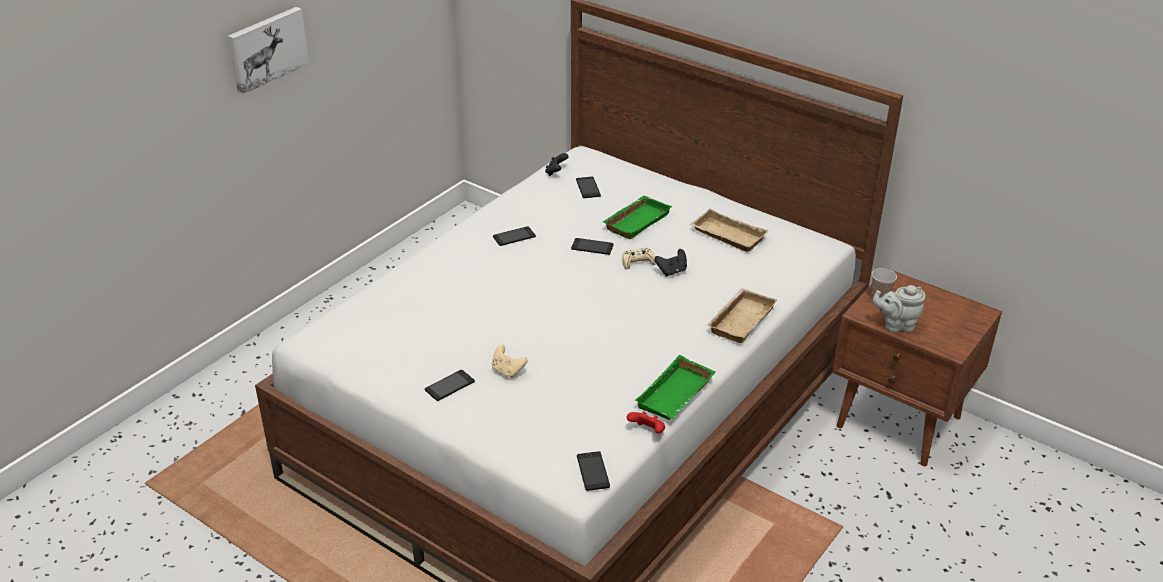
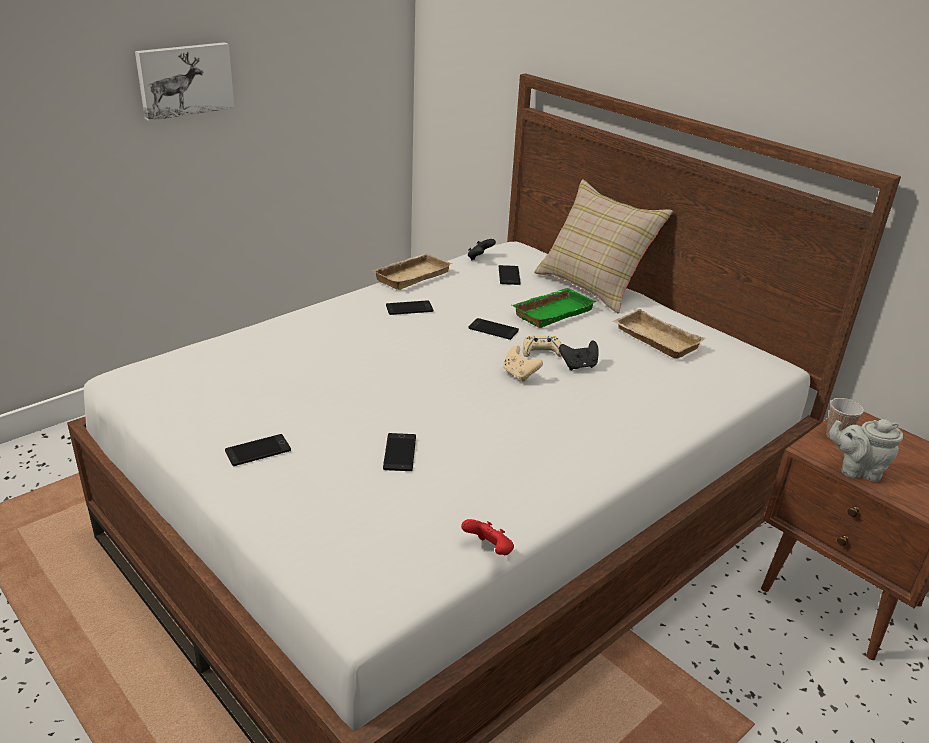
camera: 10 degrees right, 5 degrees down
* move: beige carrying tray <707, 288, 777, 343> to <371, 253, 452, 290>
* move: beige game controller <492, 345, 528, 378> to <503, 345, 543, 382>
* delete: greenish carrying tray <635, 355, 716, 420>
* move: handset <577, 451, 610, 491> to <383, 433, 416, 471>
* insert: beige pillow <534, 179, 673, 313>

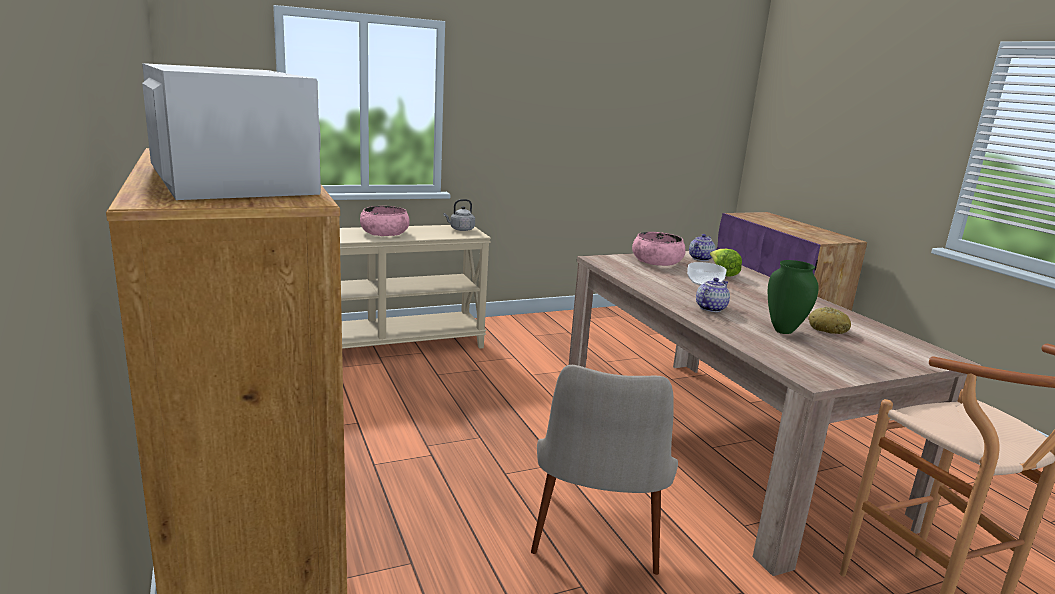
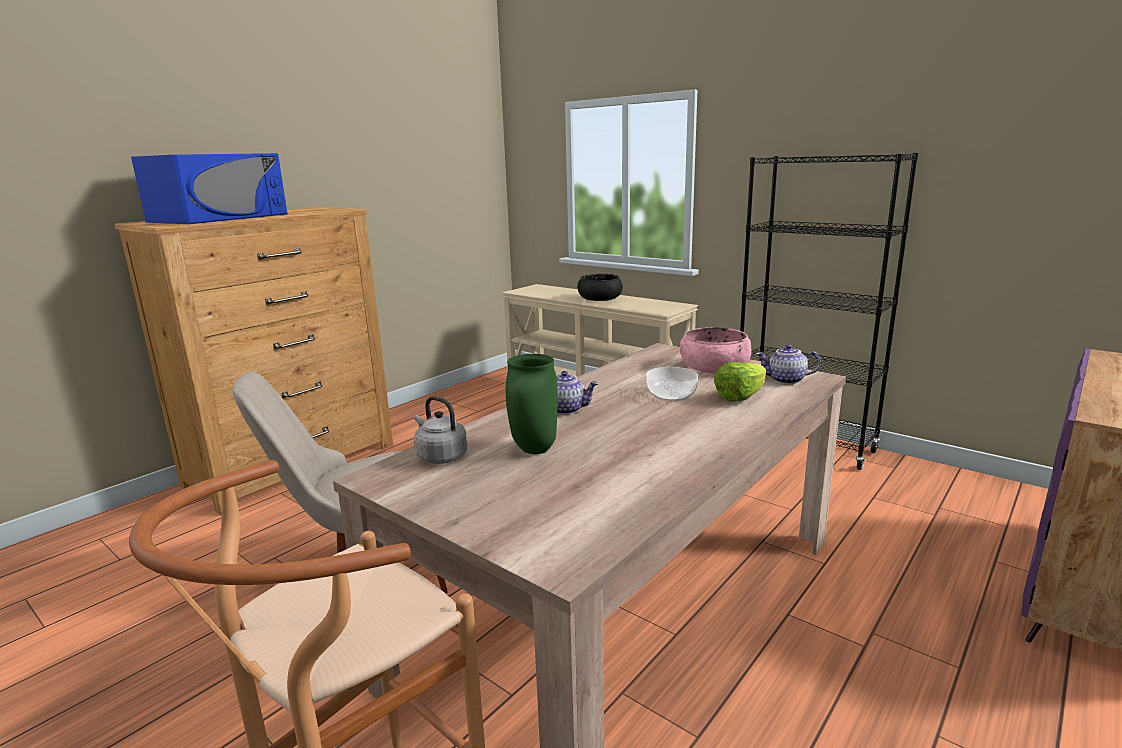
camera: 65 degrees right, 0 degrees up
* recolor: whitish microwave <142, 63, 321, 200> to blue-coloured microwave <131, 153, 288, 224>
* move: gray kettle <444, 199, 475, 231> to <414, 396, 467, 464>
* recolor: pink-coloured deep dish <360, 206, 410, 236> to black deep dish <577, 274, 623, 301>
* delete: bread <808, 307, 851, 334>
* insert: black shelving unit <740, 153, 918, 470>

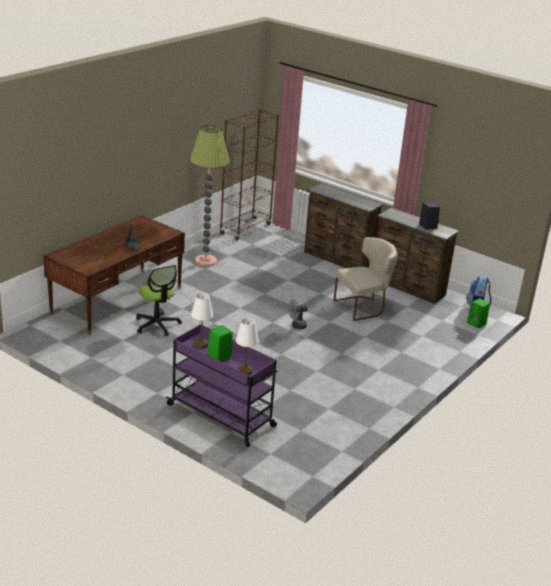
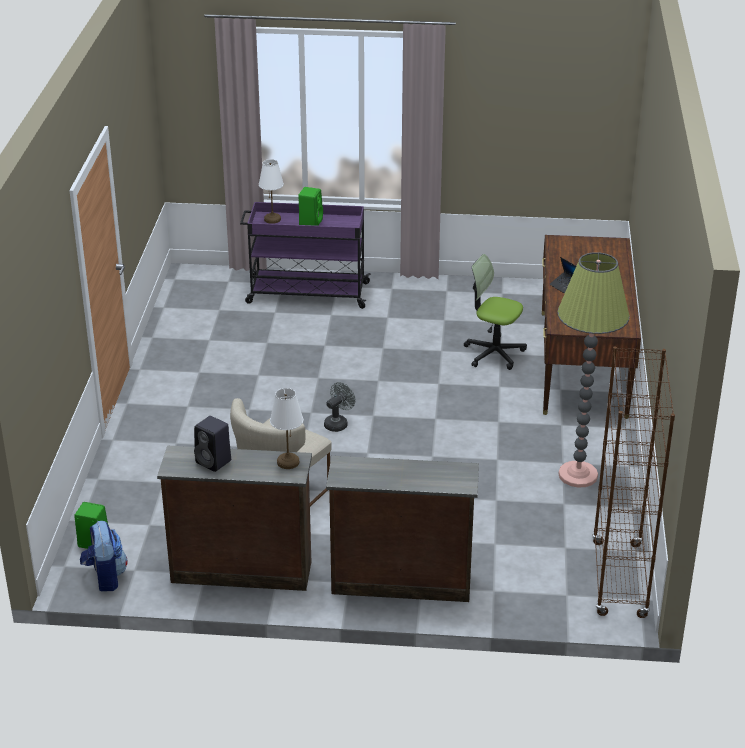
camera: 150 degrees right, 5 degrees up
* move: whitish table lamp <191, 293, 213, 348> to <270, 388, 303, 469>

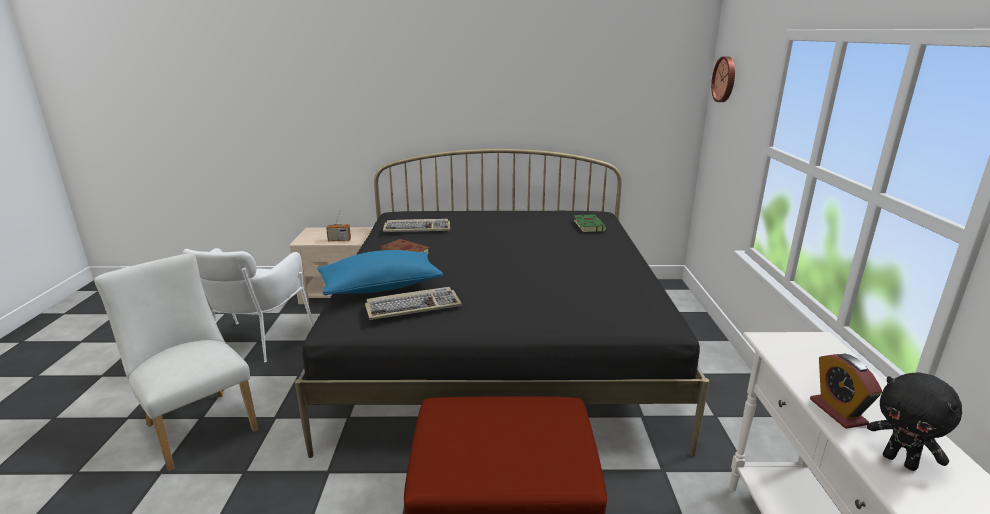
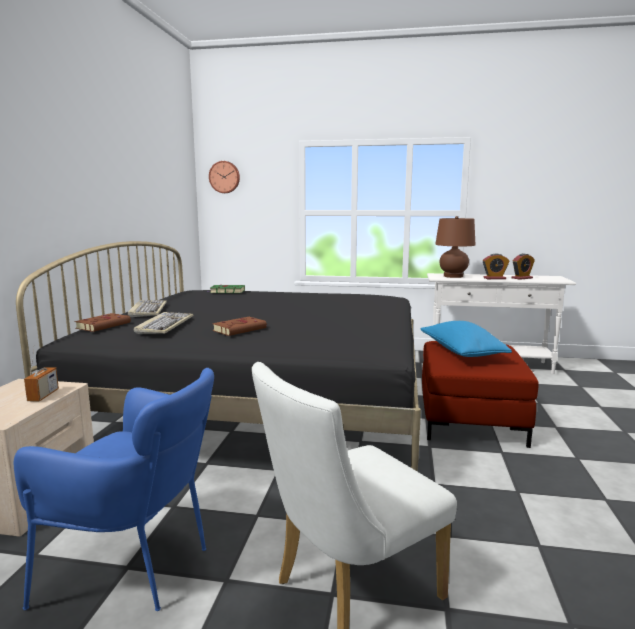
camera: 80 degrees left, 10 degrees down
* recolor: whitish armchair <183, 248, 314, 362> to blue-coloured armchair <14, 368, 214, 611>
* move: blue-coloured pillow <317, 250, 443, 295> to <420, 321, 512, 357>
* move: computer keyboard <365, 287, 462, 320> to <128, 300, 167, 317>
* replace: black cuddly toy <867, 372, 962, 471> to table clock <511, 253, 535, 280>
* insert: brown table lamp <435, 216, 476, 278>
* insert: brown volume <75, 313, 131, 332>

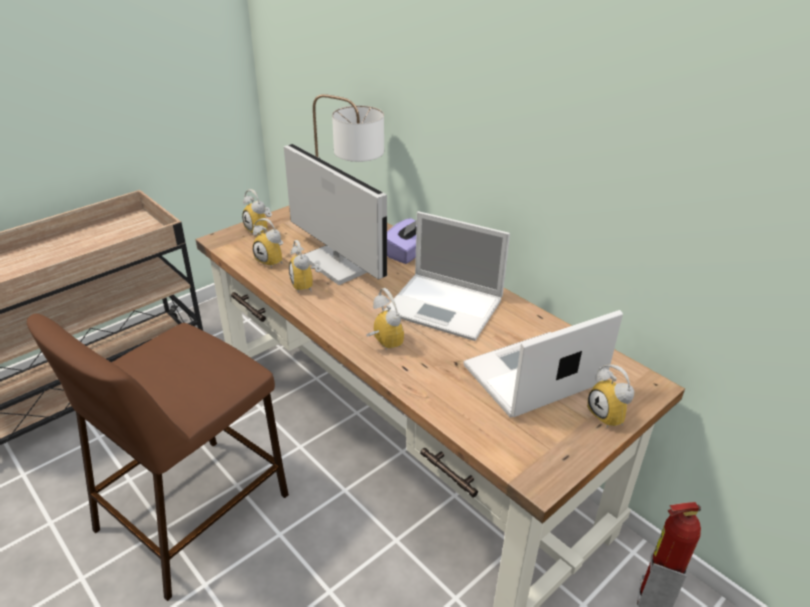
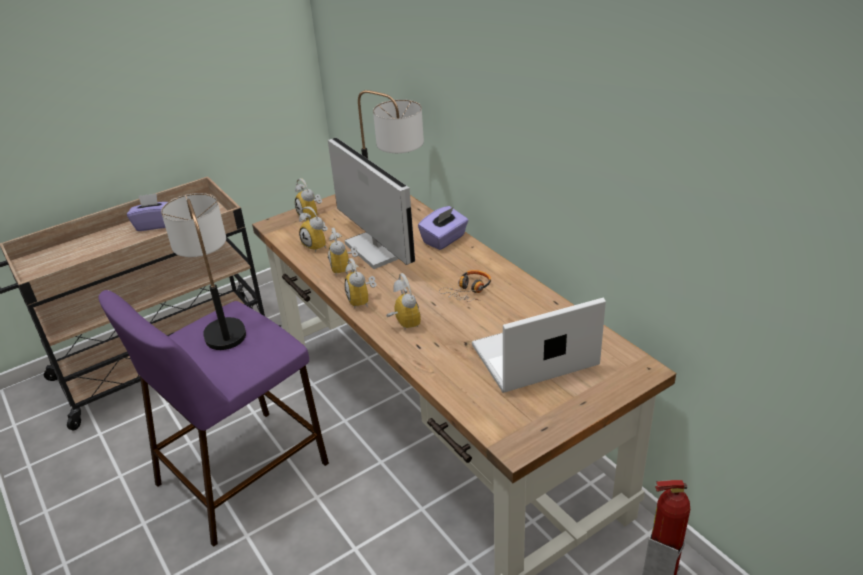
camera: 10 degrees right, 0 degrees up
* replace: laptop <384, 211, 510, 341> to headphones <439, 270, 491, 302>
* recolor: brown sitting stool <27, 313, 289, 601> to purple-coloured sitting stool <98, 290, 329, 547>
* move: table clock <587, 364, 634, 428> to <345, 258, 376, 308>
* insert: purple-coloured box of tissues <127, 193, 167, 231>
* insert: table lamp <161, 193, 246, 350>

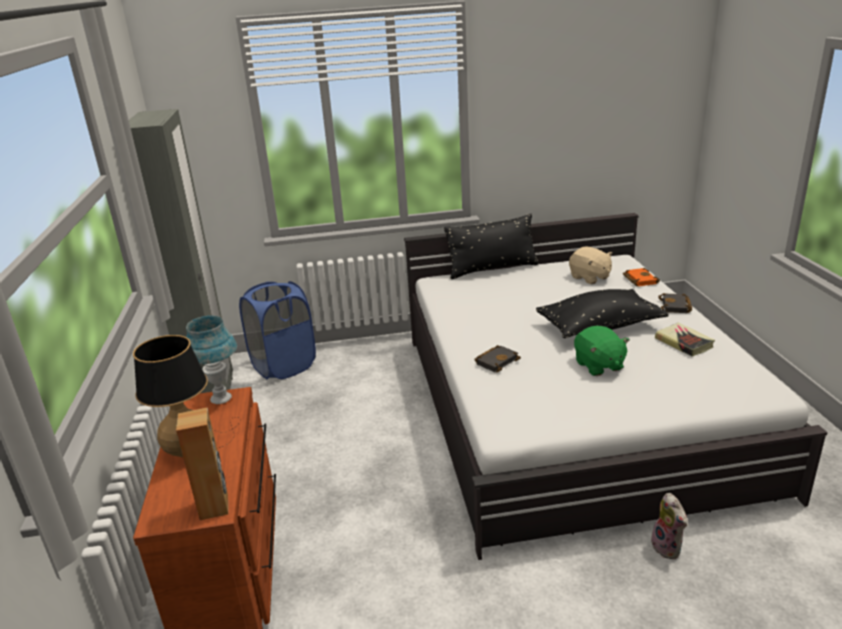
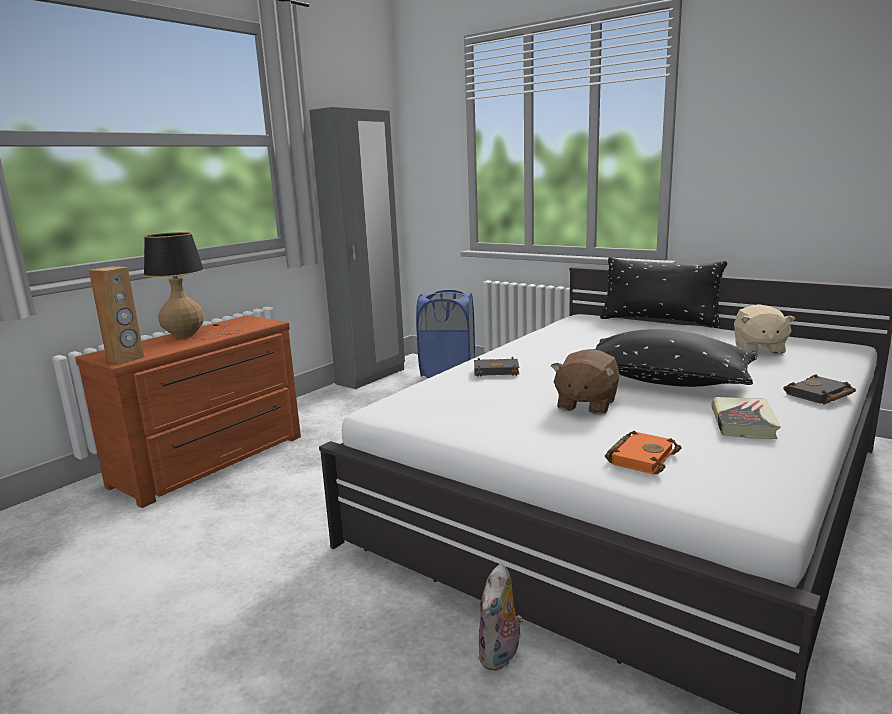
camera: 45 degrees right, 10 degrees down
* move: orangey volume <623, 268, 660, 286> to <605, 431, 681, 474>
* delete: blue-coloured table lamp <186, 315, 237, 404>
* recolor: greenish cuddly toy <574, 326, 629, 376> to brown cuddly toy <551, 349, 620, 415>

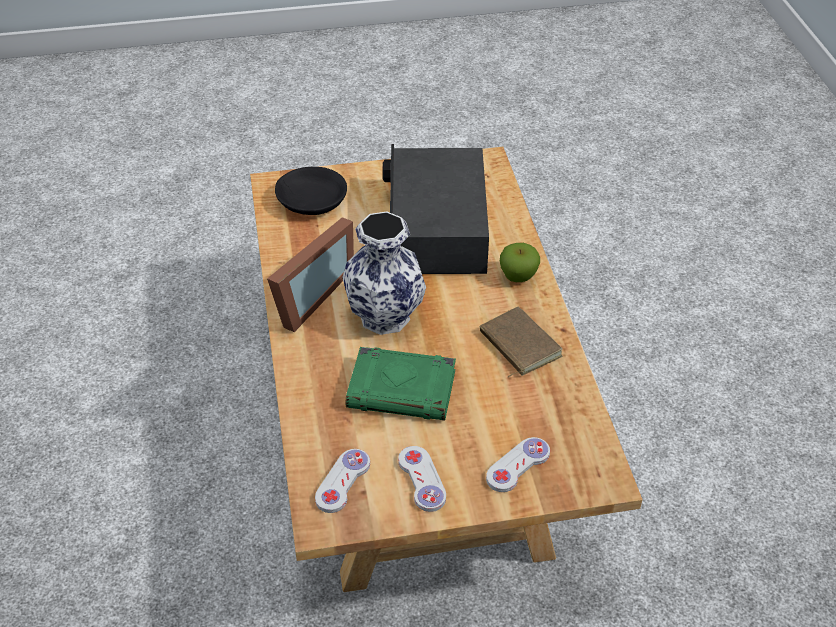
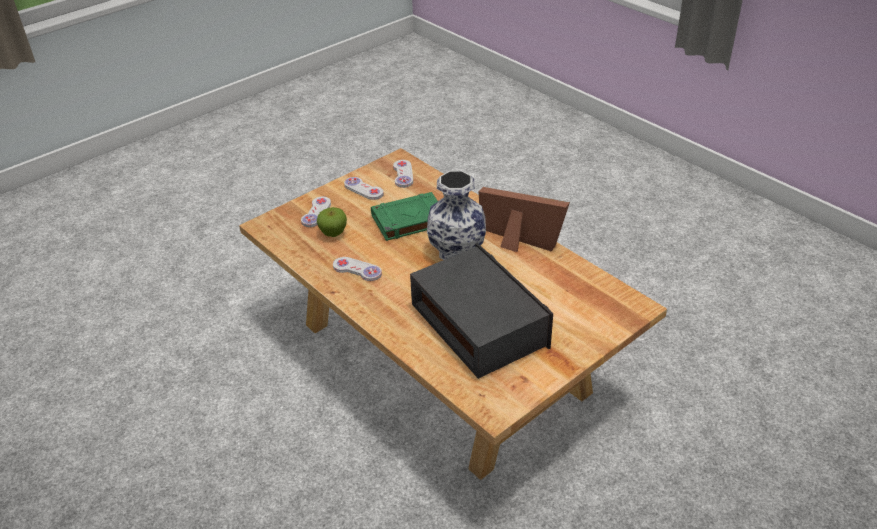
camera: 150 degrees right, 5 degrees down
* delete: black deep dish <275, 167, 347, 215>
* rotate: photo frame <267, 217, 354, 332> = <479, 187, 570, 252> 120 degrees clockwise
* move: whole apple <500, 243, 540, 282> to <317, 207, 347, 237>
* replace: brown volume <480, 307, 563, 378> to whitish game controller <333, 257, 382, 281>

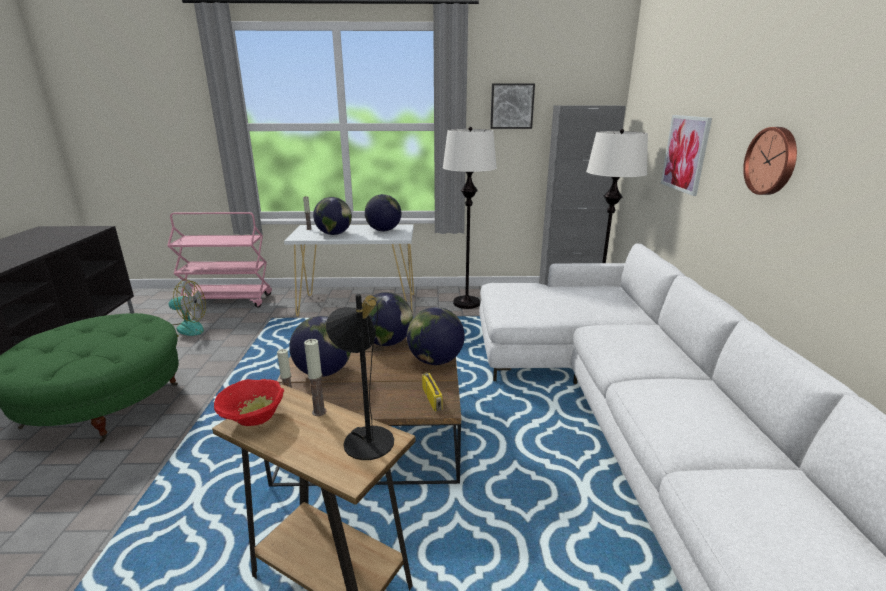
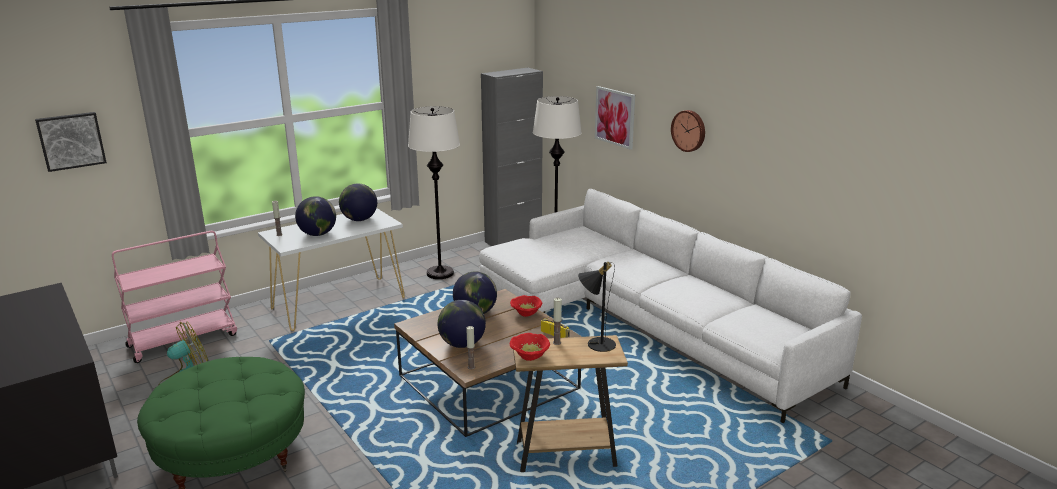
camera: 35 degrees left, 0 degrees up
* move: picture <490, 84, 535, 129> to <35, 112, 107, 172>
* replace: globe <407, 307, 465, 365> to red-coloured deep dish <510, 295, 543, 317>

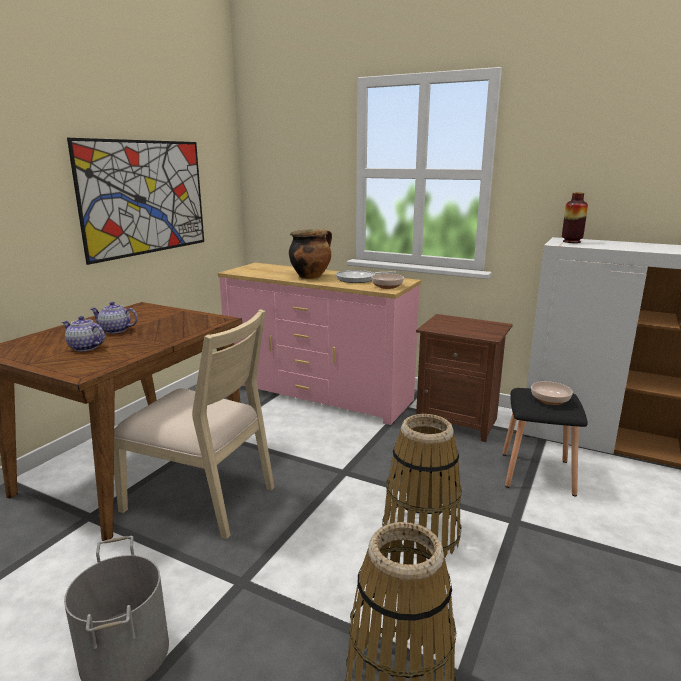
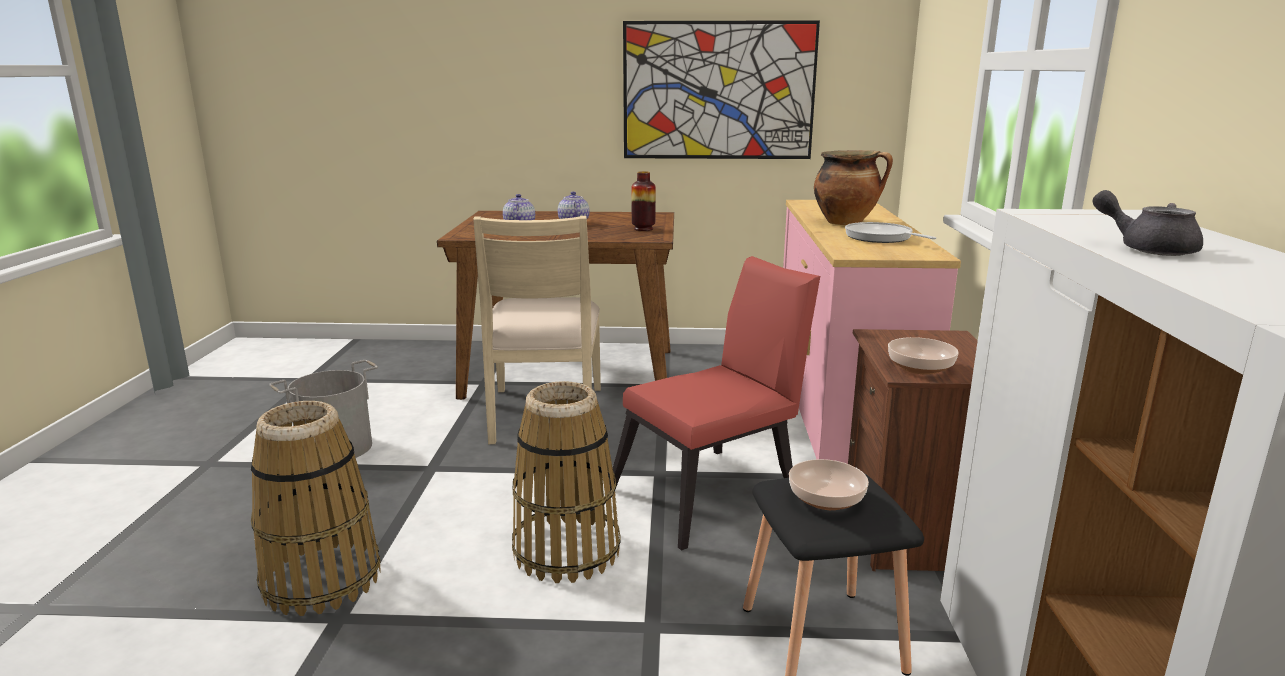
camera: 65 degrees right, 0 degrees up
* move: decorative vase <562, 192, 588, 243> to <631, 171, 656, 231>
* move: deep dish <372, 274, 404, 289> to <888, 337, 959, 375>
* insert: gray pot for tea <1092, 190, 1203, 256>
* insert: red-coloured upright chair <609, 256, 820, 550>

